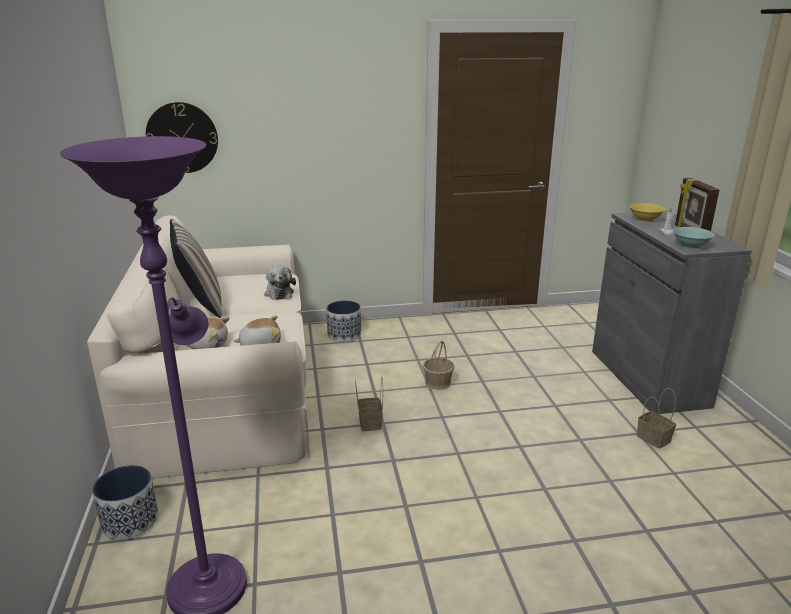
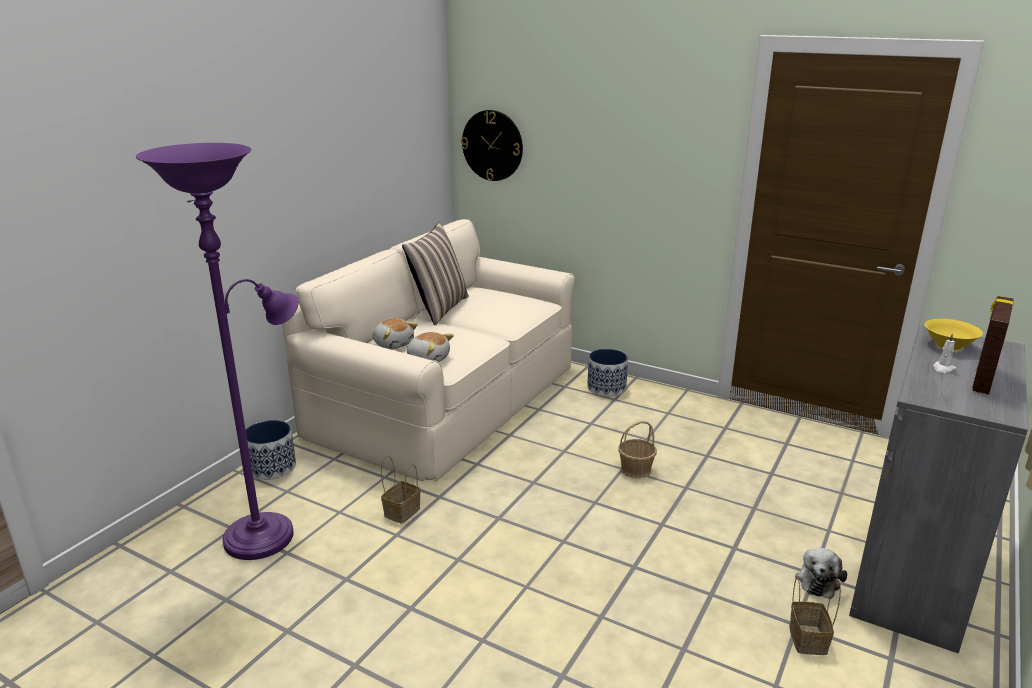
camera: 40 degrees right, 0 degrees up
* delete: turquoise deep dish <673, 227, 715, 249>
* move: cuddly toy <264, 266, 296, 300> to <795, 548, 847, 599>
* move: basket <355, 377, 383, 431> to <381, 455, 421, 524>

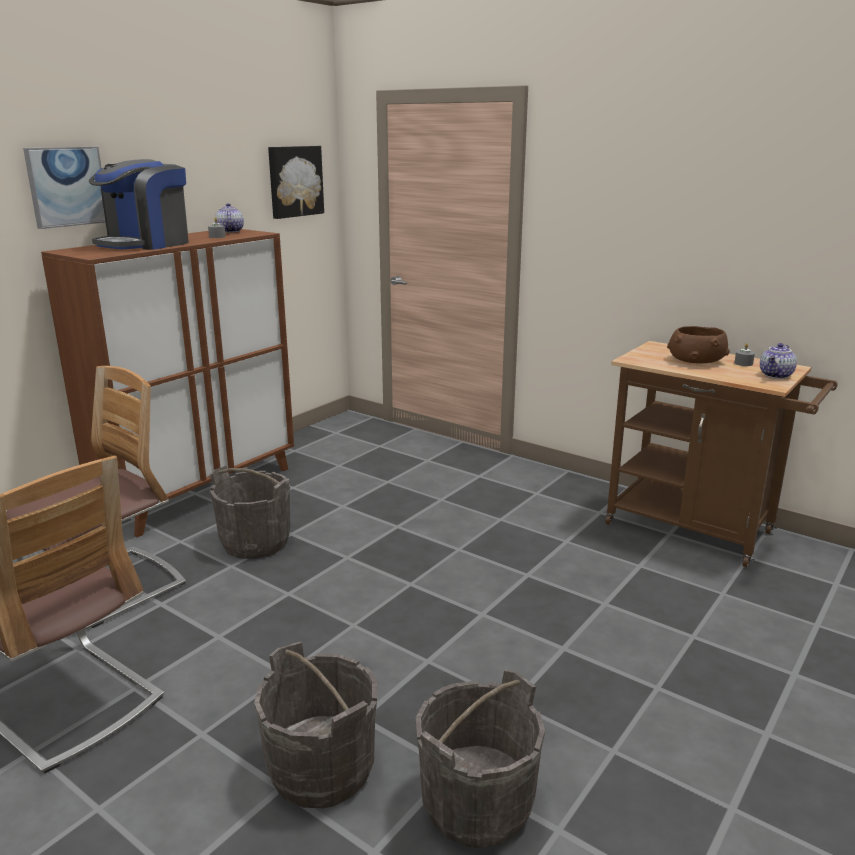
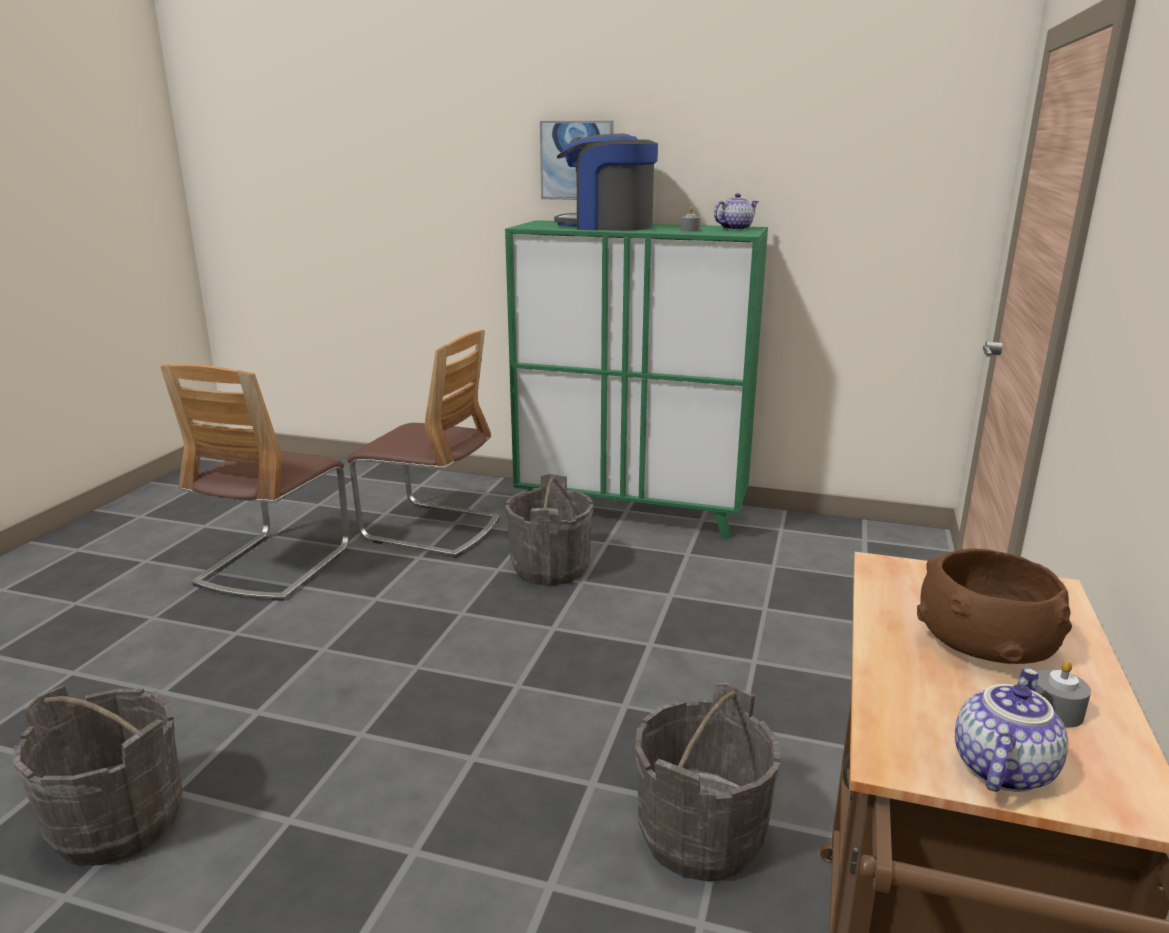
camera: 70 degrees right, 0 degrees up
* delete: picture <268, 146, 324, 219>
* recolor: brown cupboard <41, 229, 294, 537> to greenish cupboard <505, 220, 768, 539>
* rotate: pot for tea <760, 343, 797, 379> = <955, 668, 1068, 792> 105 degrees clockwise
* move: gray water bucket <254, 642, 377, 808> to <635, 683, 781, 881>

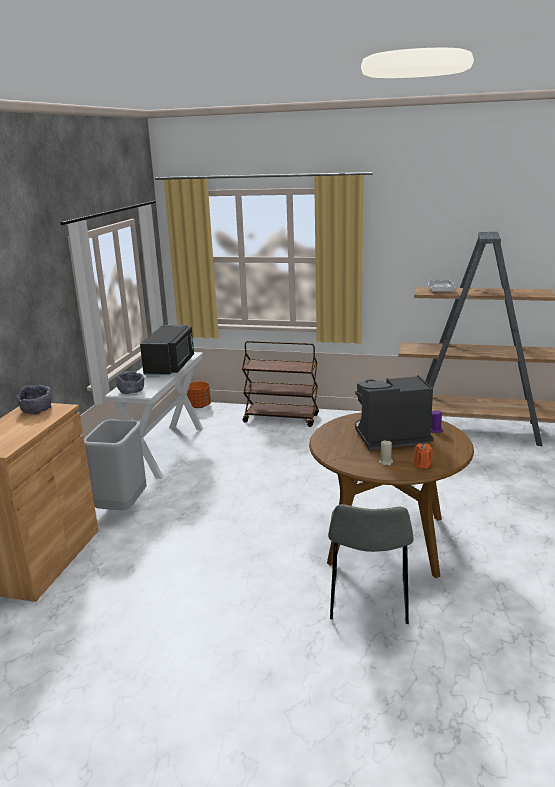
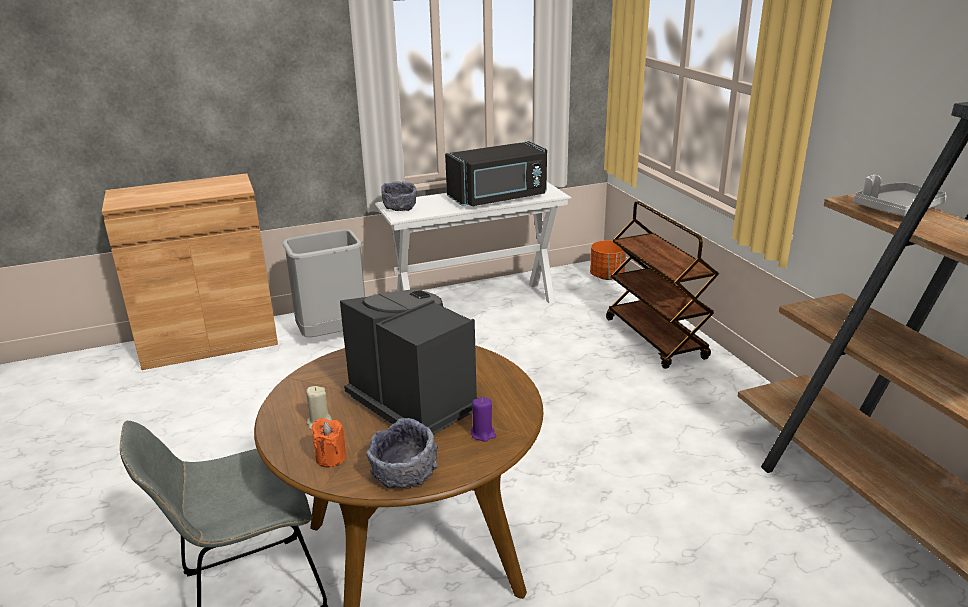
camera: 55 degrees right, 5 degrees up
* move: gray deep dish <16, 385, 52, 414> to <366, 418, 438, 489>

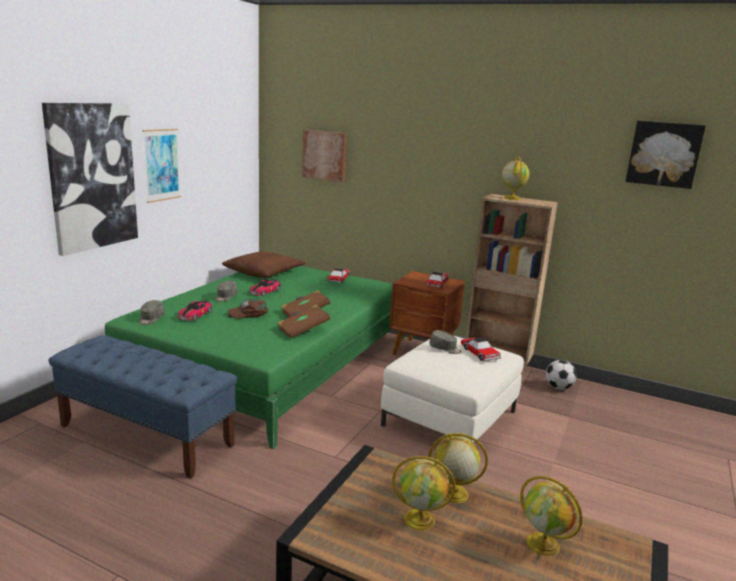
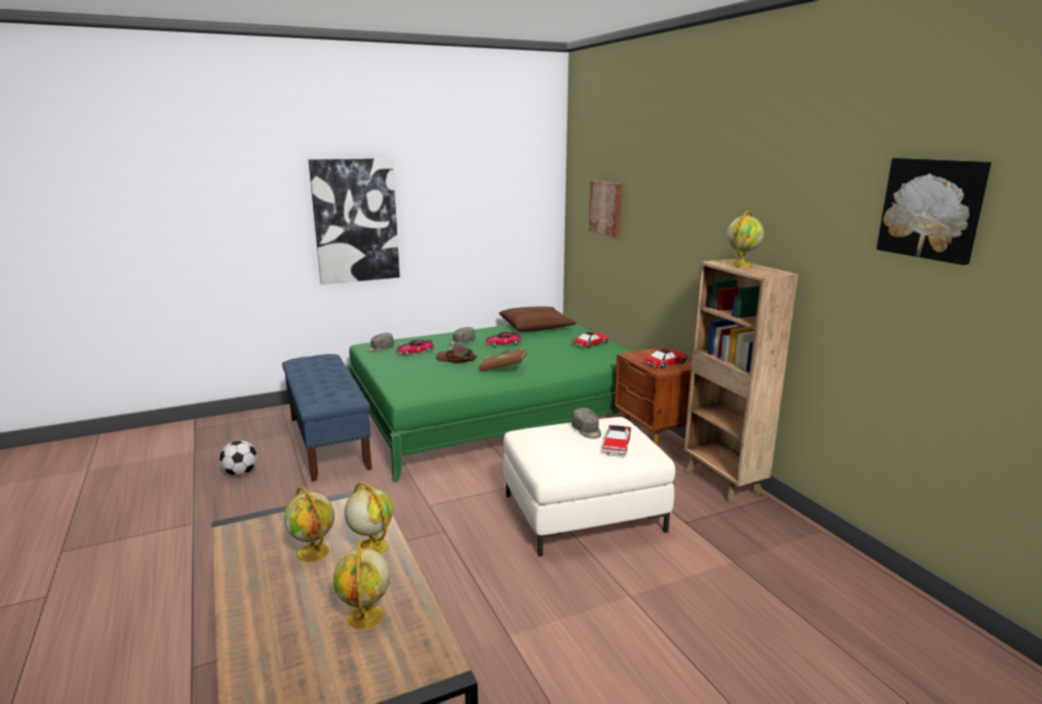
camera: 40 degrees right, 0 degrees up
* delete: picture <142, 129, 181, 203>
* delete: brown volume <277, 304, 330, 339>
* move: football ball <545, 360, 576, 390> to <219, 440, 258, 476>

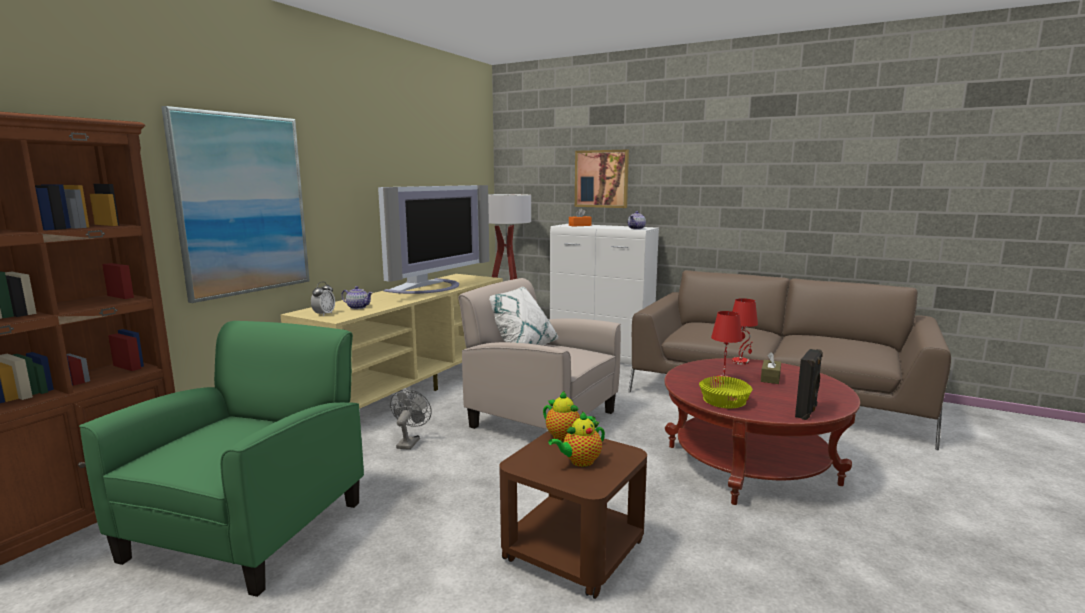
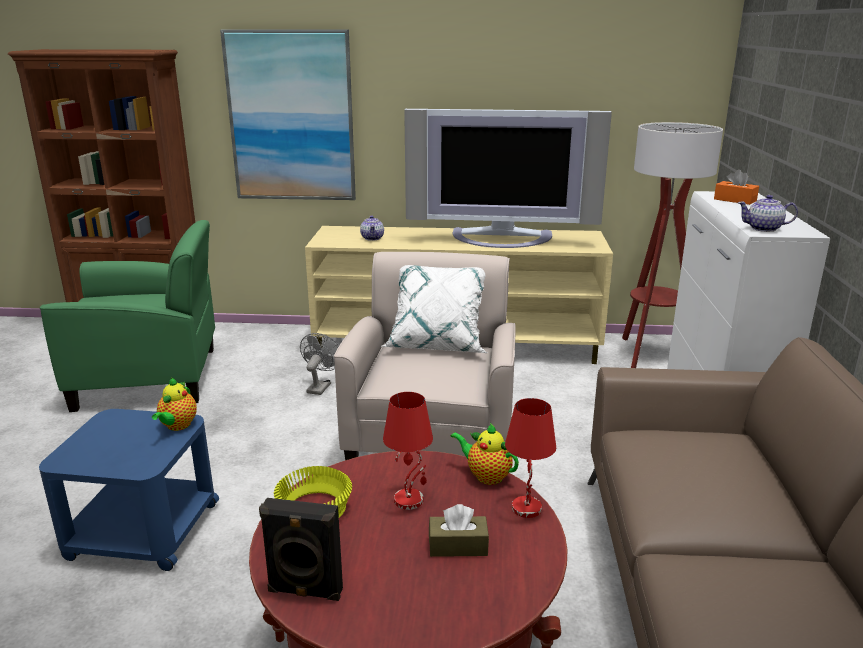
camera: 65 degrees right, 10 degrees up
* delete: picture <575, 150, 629, 208>
* delete: table clock <311, 282, 335, 317>
* rotate: gray electric fan <390, 389, 432, 450> = <300, 333, 339, 395> 60 degrees counterclockwise
* move: pot for tea <548, 411, 605, 467> to <450, 423, 519, 485>
* recolor: brown accent table <499, 431, 647, 599> to blue-coloured accent table <39, 409, 219, 571>

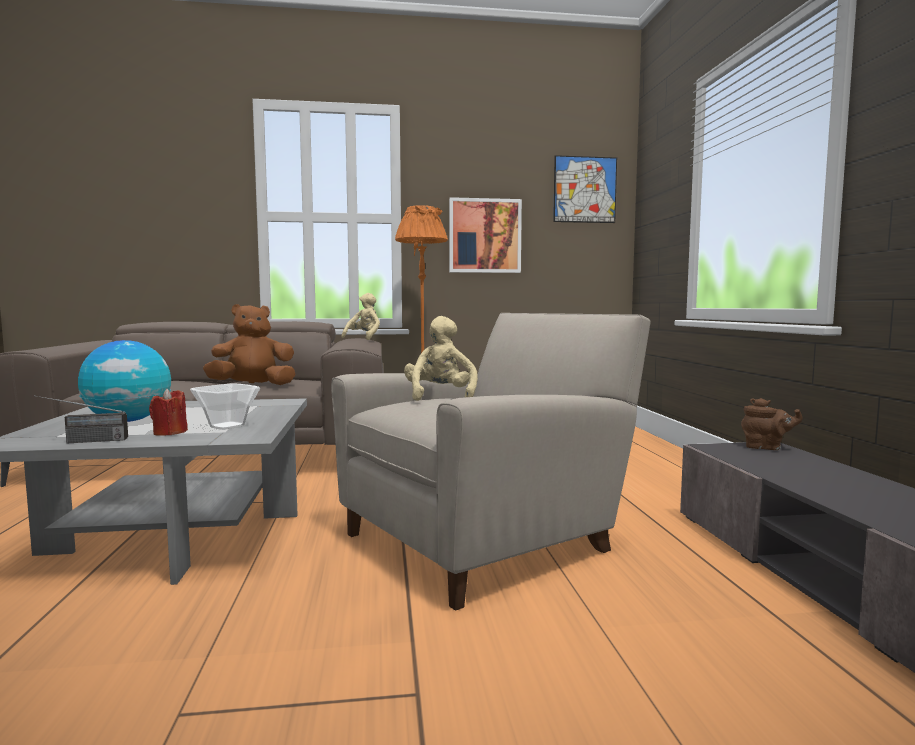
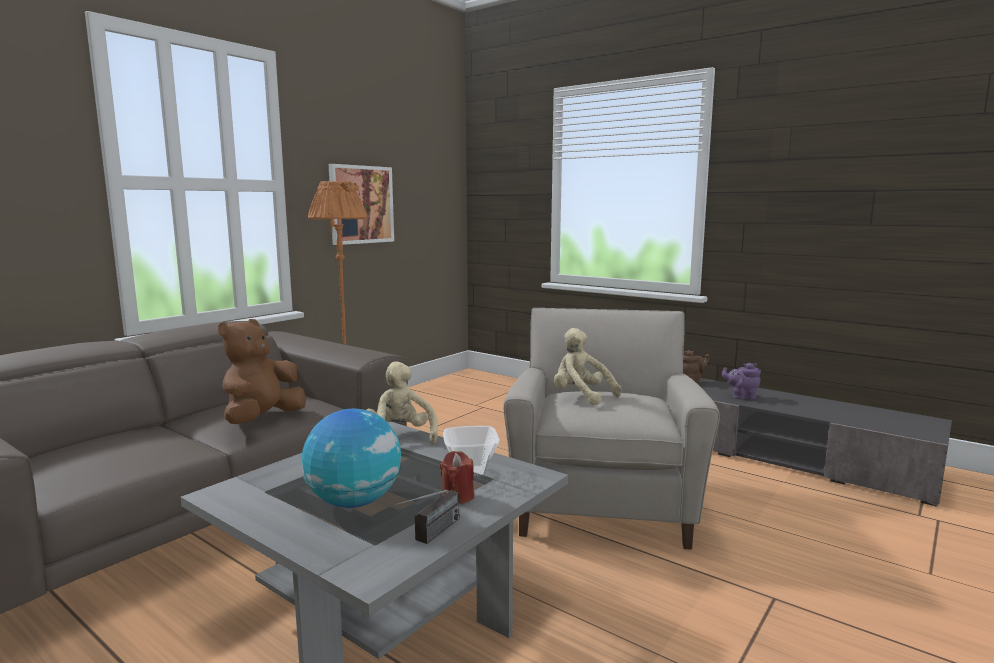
camera: 45 degrees left, 5 degrees up
* delete: picture <553, 155, 617, 223>
* move: beige cuddly toy <341, 293, 380, 340> to <367, 361, 438, 444>
* insert: purple-coloured pot for tea <722, 363, 761, 400>

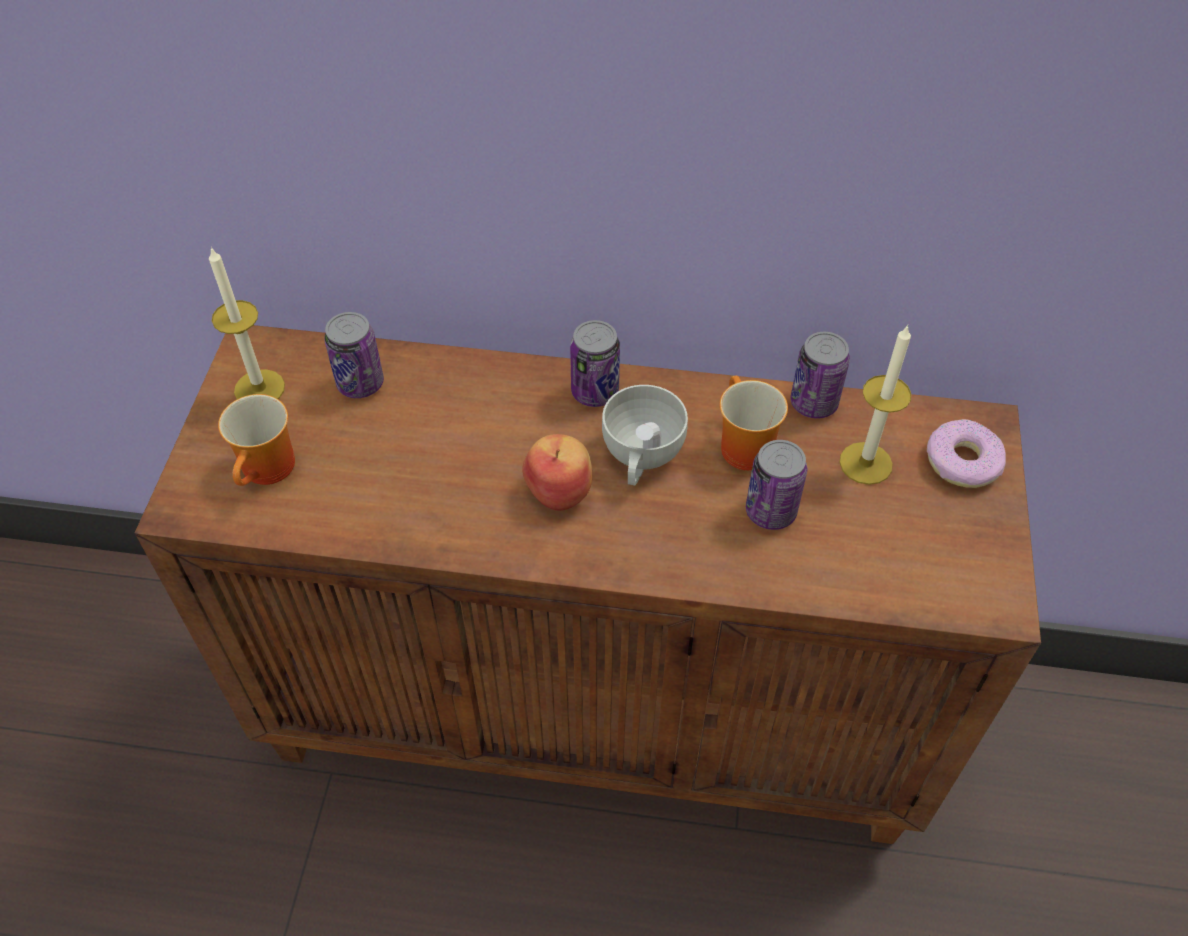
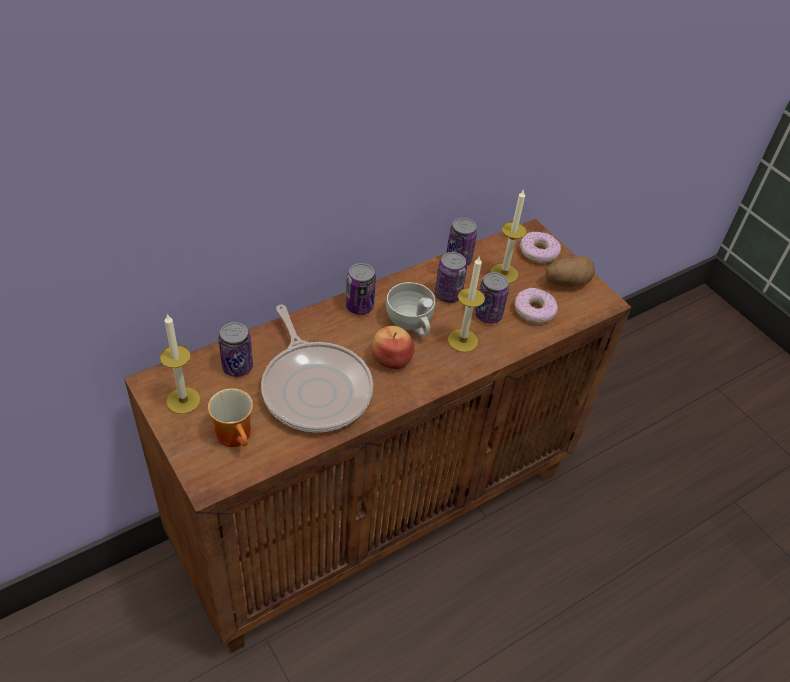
camera: 45 degrees left, 5 degrees down
* replace: tea mug <720, 375, 788, 471> to can <435, 252, 467, 303>
* insert: candle <448, 256, 485, 352>
* insert: potato <545, 256, 595, 287>
* insert: donut <515, 288, 558, 324>
* insert: pan <261, 305, 373, 433>

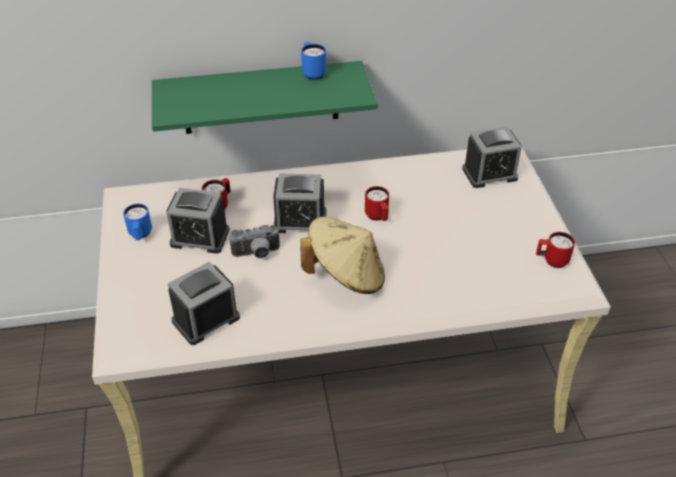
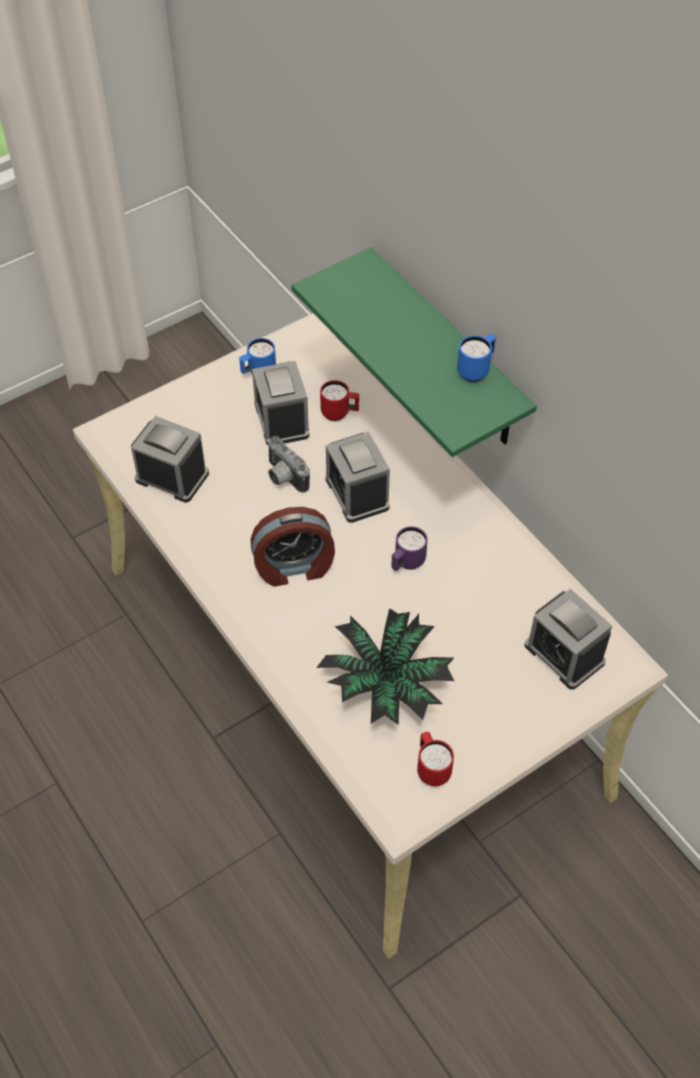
camera: 65 degrees right, 10 degrees up
* recolor: red-coloured tea mug <365, 186, 389, 221> to purple-coloured tea mug <391, 526, 427, 571>
* replace: beige clothing hat <300, 217, 385, 294> to table clock <251, 507, 335, 587>
* insert: potted plant <316, 608, 454, 725>

